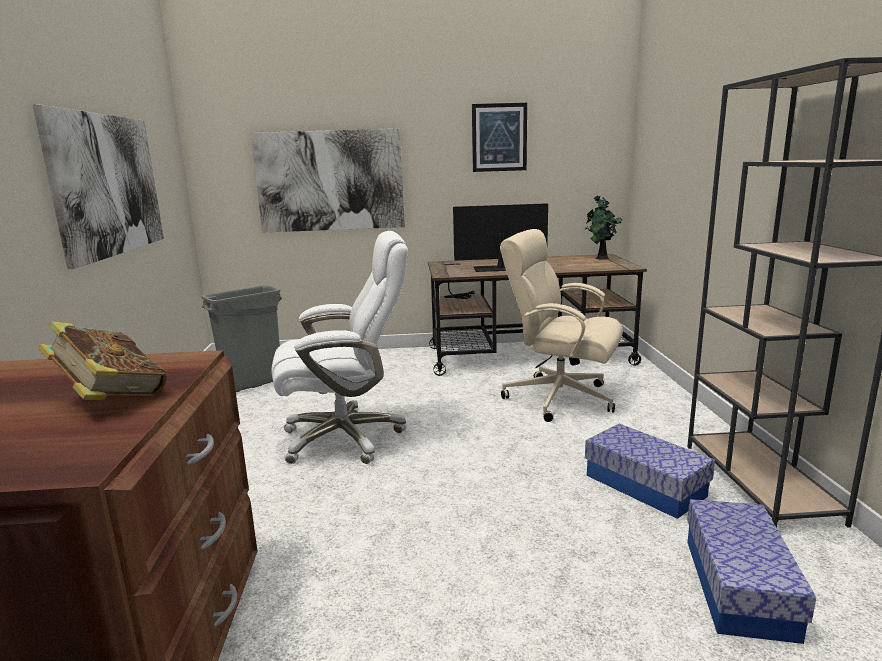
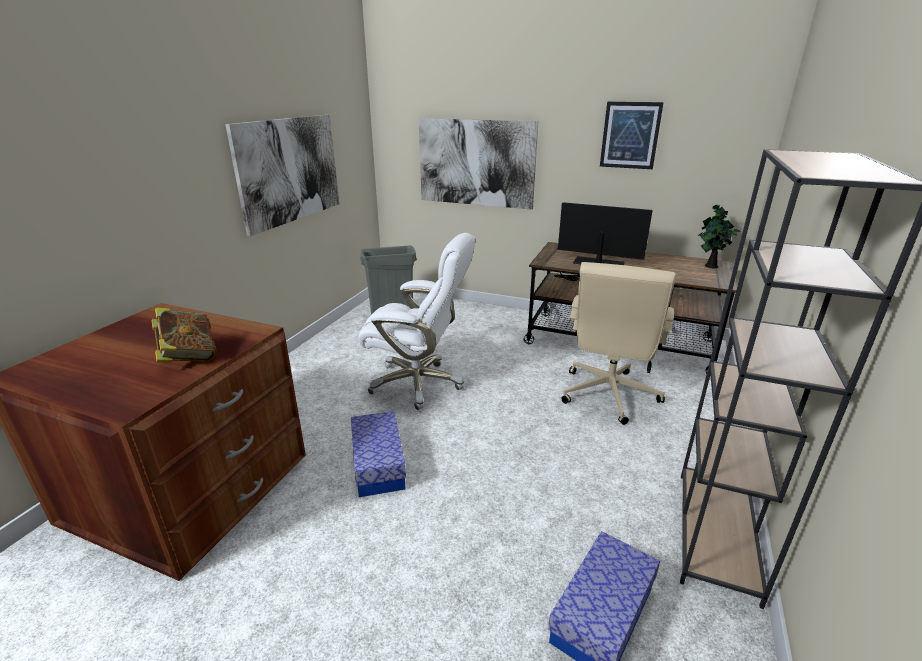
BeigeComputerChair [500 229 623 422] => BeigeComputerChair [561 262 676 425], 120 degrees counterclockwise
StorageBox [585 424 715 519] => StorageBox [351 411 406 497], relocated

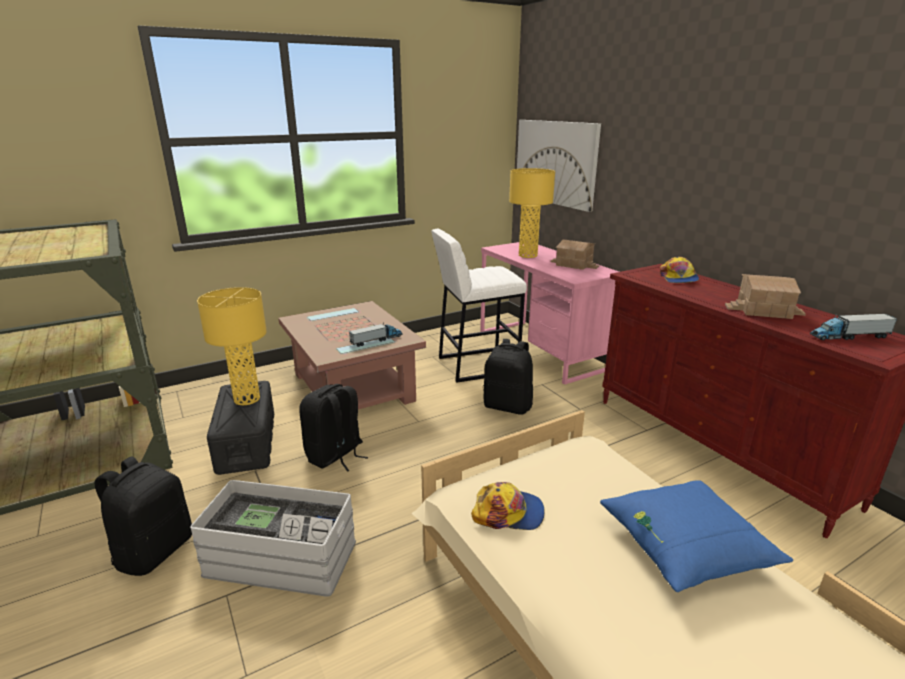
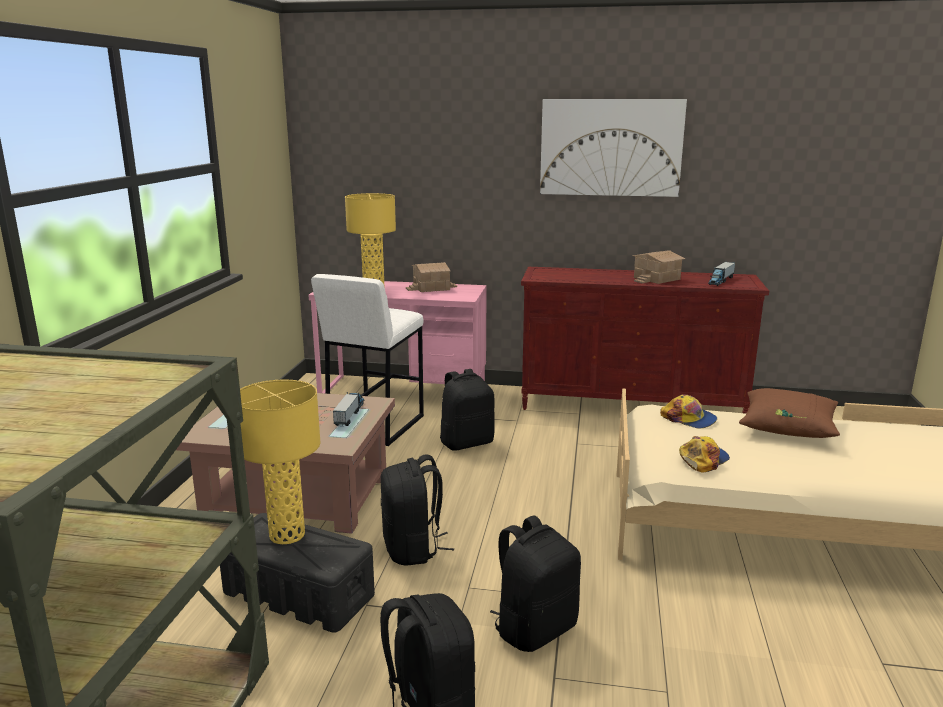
GreyishStorageBox [190 480 356 597] => BlackishBackpack [490 515 581 652]
WallArt [517 120 601 212] => WallArt [540 99 687 197], relocated
BlueColouredCushion [600 480 793 592] => BrownColouredCushion [739 388 840 438]
Cap [660 257 699 283] => Cap [660 394 717 428], relocated

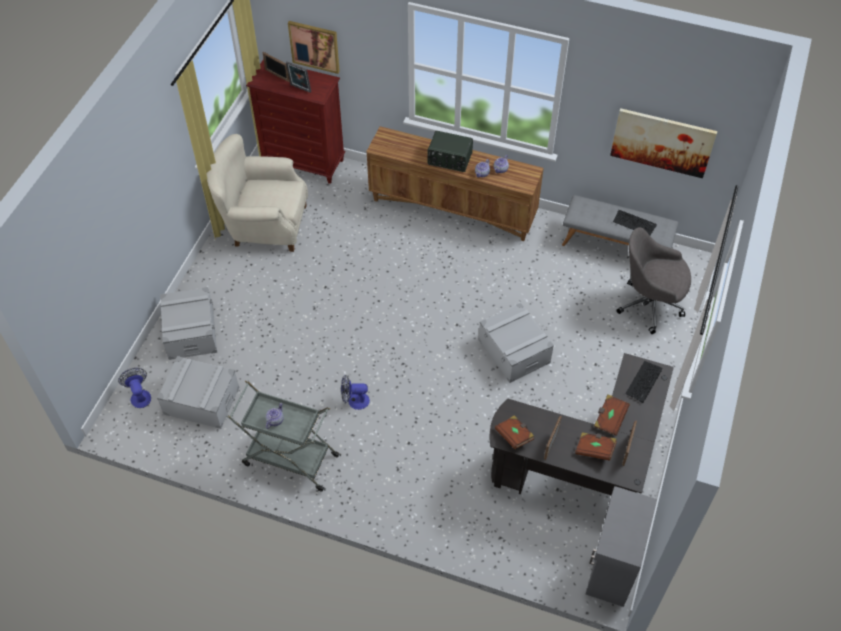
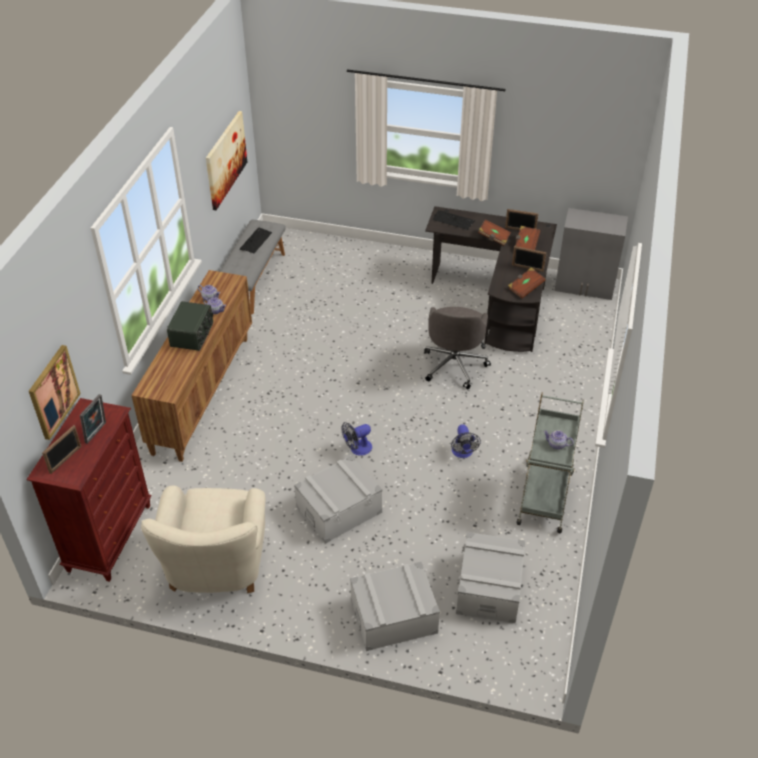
ElectricFan [118 368 151 408] => ElectricFan [341 422 372 456], relocated
GreyishStorageBox [478 303 554 383] => GreyishStorageBox [294 455 382 544], relocated
GreyishComputerChair [616 227 691 334] => GreyishComputerChair [424 307 491 390], relocated

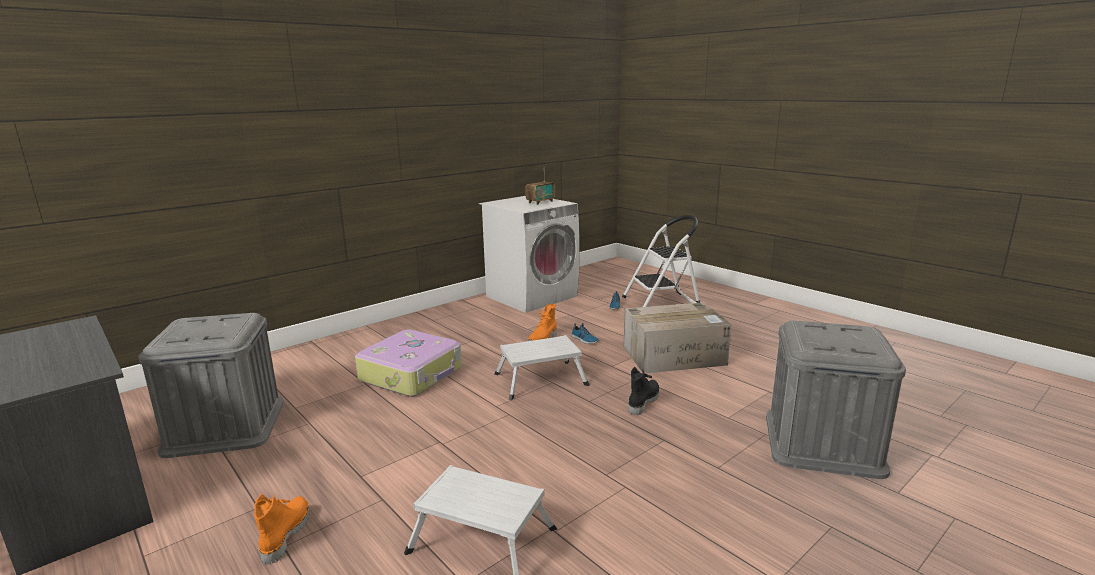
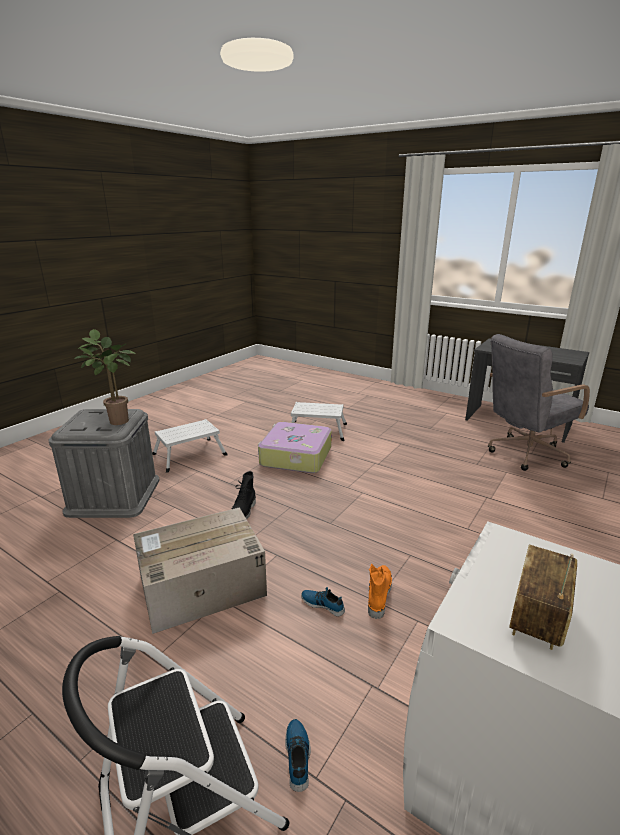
GreyishStorageBox [138 313 284 458] => GreyishComputerChair [488 334 590 471]
OrangeColouredHighTopBoot [254 494 310 564] => nothing
PieceOfLuggage [355 330 462 397] => PieceOfLuggage [258 422 332 473], relocated
WhitishStepStool [494 335 590 400] => WhitishStepStool [152 419 228 473], relocated
nothing => PottedPlant [74 329 136 425]

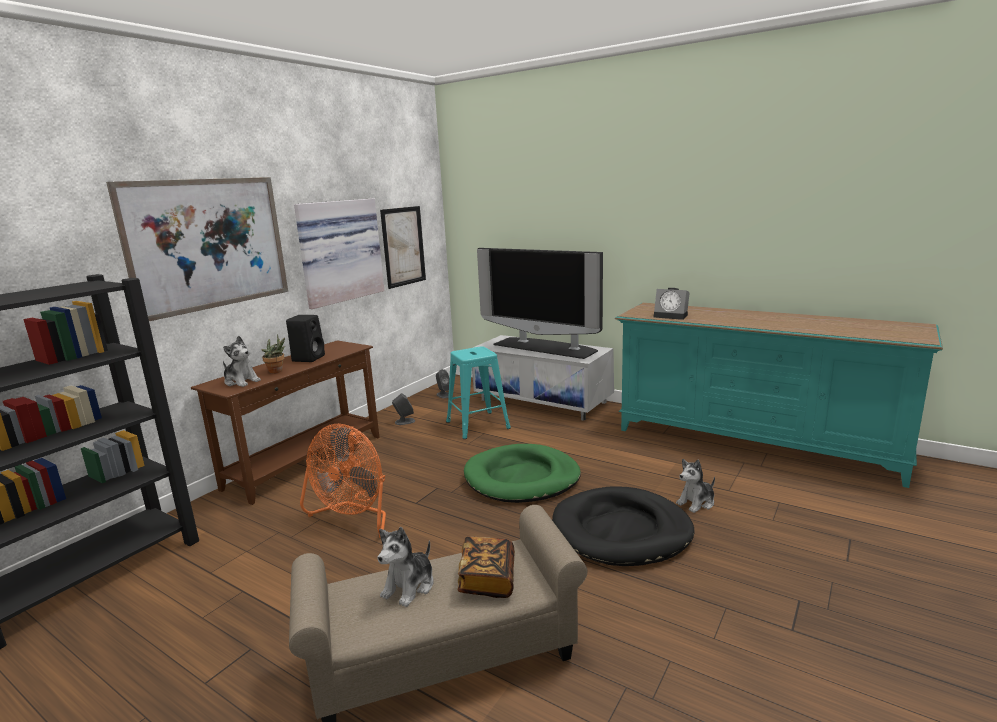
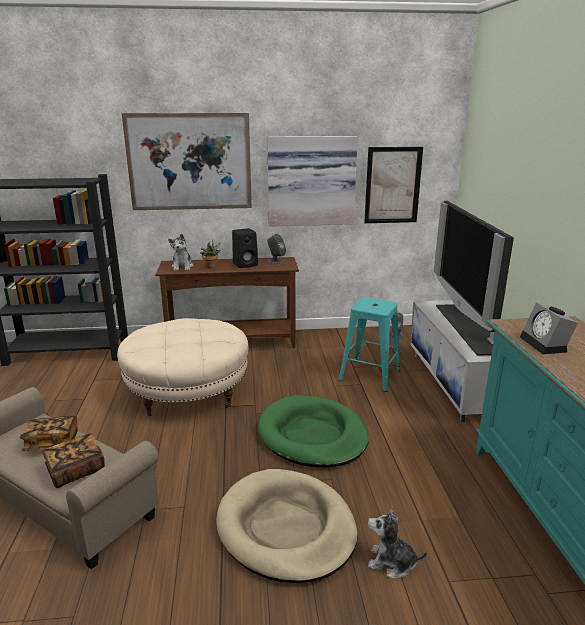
OrangeColouredElectricFan [300 424 386 538] => BeigePouffe [117 318 248 416]
PlushToy [378 527 433 607] => Book [20 416 78 451]
GreyishSpeaker [392 393 415 425] => GreyishSpeaker [267 234 286 264], relocated
BlackishDogBed [552 487 695 566] => BeigeDogBed [216 469 357 583]

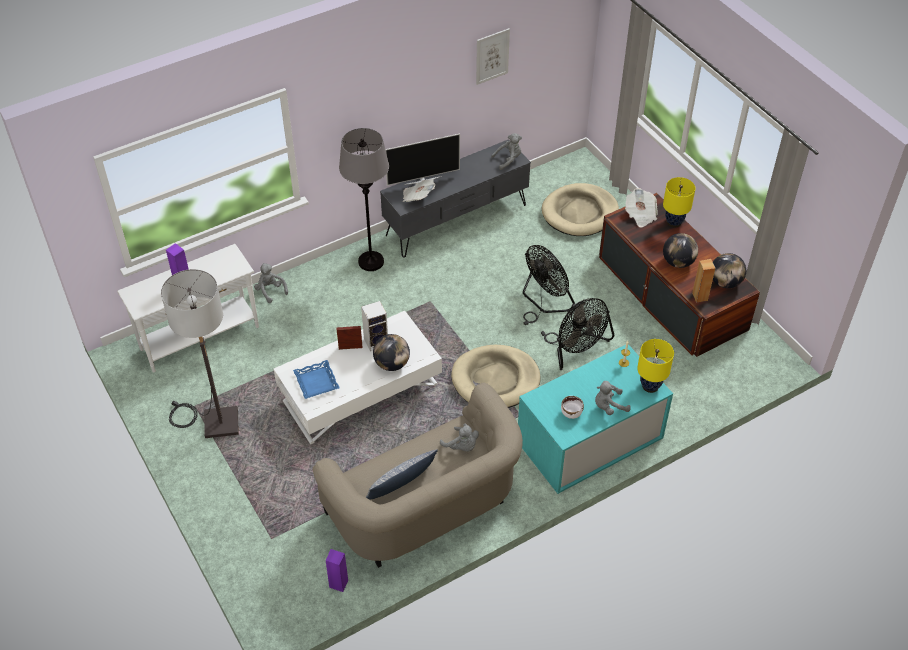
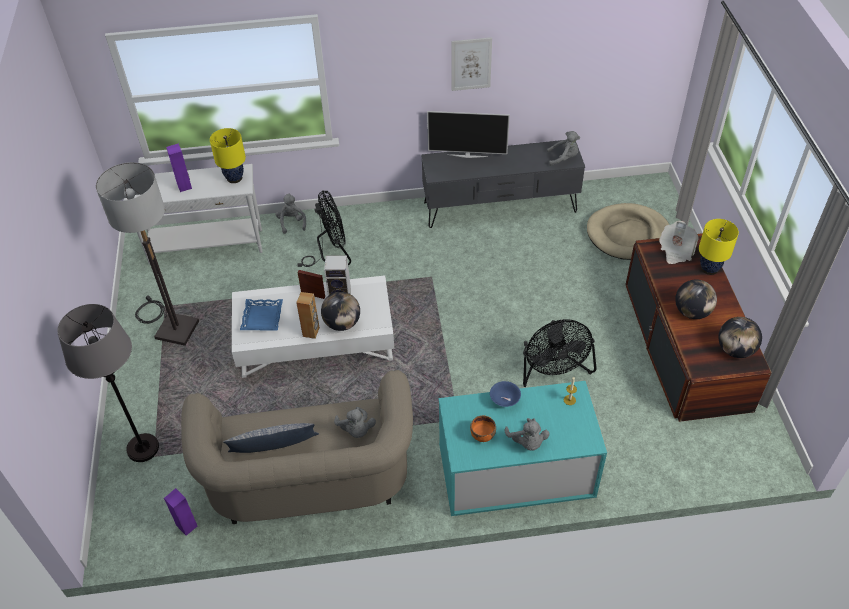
GreyishStandingLamp [339 128 389 271] => GreyishStandingLamp [57 304 159 462], relocated
DailyPaper [403 179 435 202] => nothing
BeigeDogBed [451 345 541 408] => nothing
WallArt [476 28 510 85] => WallArt [451 37 492 91], relocated
BlackishElectricFan [523 245 575 325] => BlackishElectricFan [296 190 351 267], relocated
WhitishServingBowl [561 396 584 419] => OrangeColouredServingBowl [470 415 496 442]
GreyishPlushToy [595 381 630 415] => GreyishPlushToy [505 418 550 451], 120 degrees counterclockwise
YellowColouredTableLamp [637 339 674 393] => YellowColouredTableLamp [210 128 246 183], relocated
BrownColouredSpeaker [692 259 715 303] => BrownColouredSpeaker [296 292 320 339], relocated
nothing => BlueColouredServingBowl [490 381 521 407]

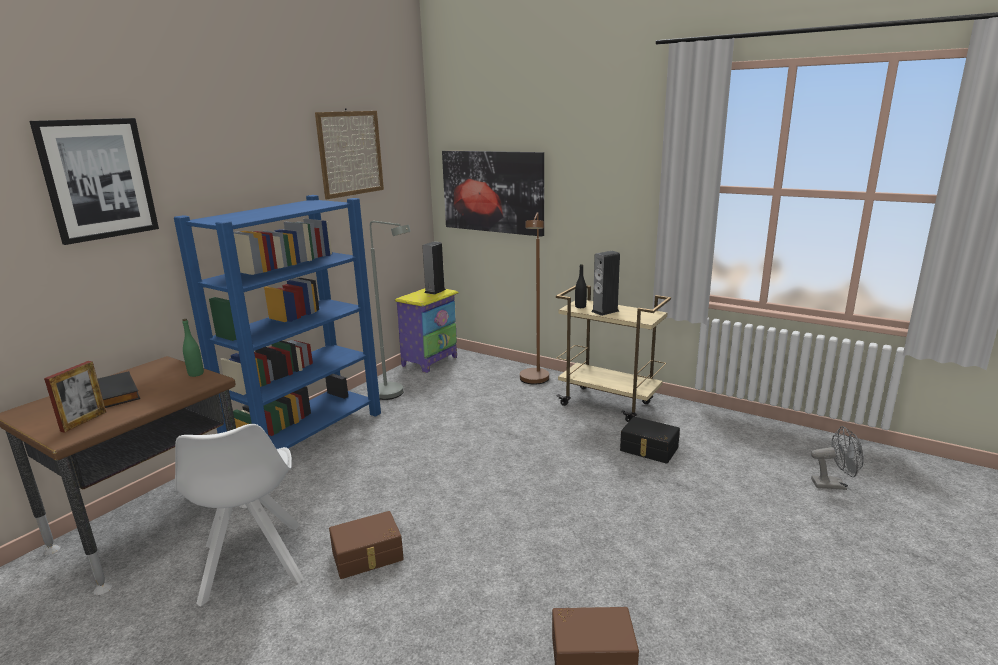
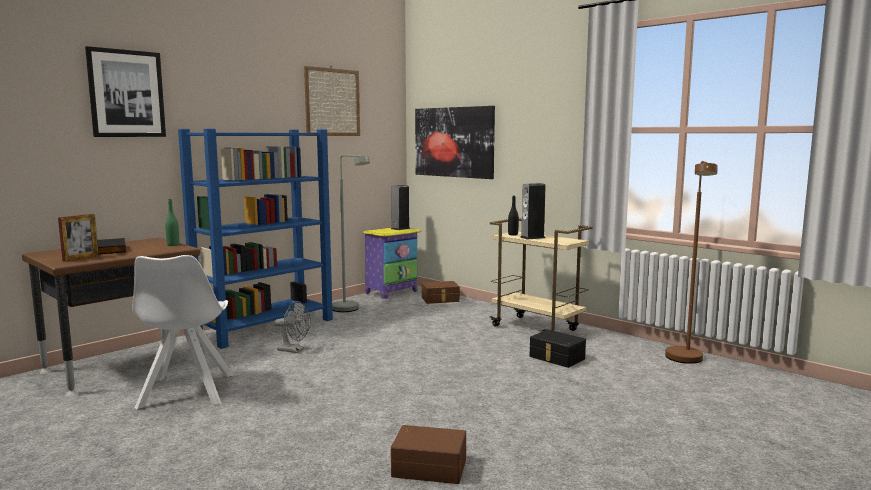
BrownColouredStorageBox [329 511 404 579] => BrownColouredStorageBox [422 281 460 304], relocated
BrownColouredStandingLamp [520 212 549 384] => BrownColouredStandingLamp [665 161 718 364], relocated
GreyishElectricFan [811 426 864 490] => GreyishElectricFan [274 301 311 353], relocated

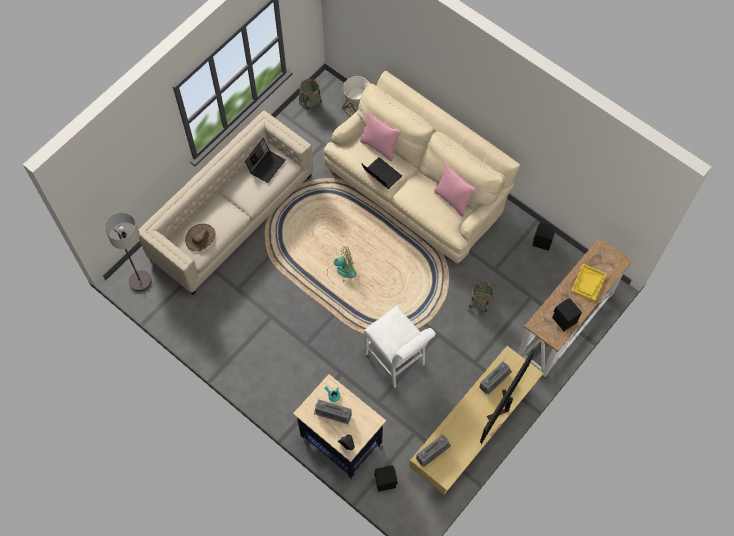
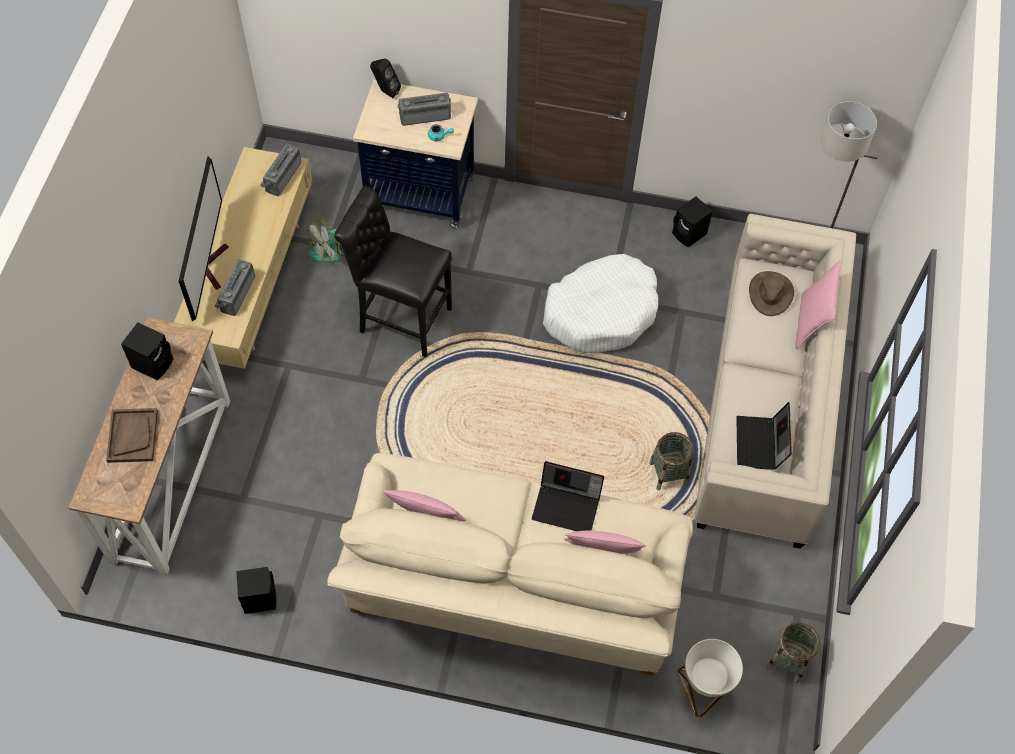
ElectricFan [327 246 356 283] => ElectricFan [307 219 345 263], relocated
WhitishStoolSeat [364 306 436 388] => BlackishStoolSeat [334 186 452 357]
BlackishSpeaker [375 465 398 492] => BlackishSpeaker [672 196 713 248], relocated
StorageBasket [468 282 493 315] => StorageBasket [649 432 694 490], relocated
YellowColouredTray [571 264 607 302] => BrownColouredTray [106 408 158 463]
nothing => WhitishDogBed [543 254 658 353]
nothing => PinkCushion [795 261 841 349]

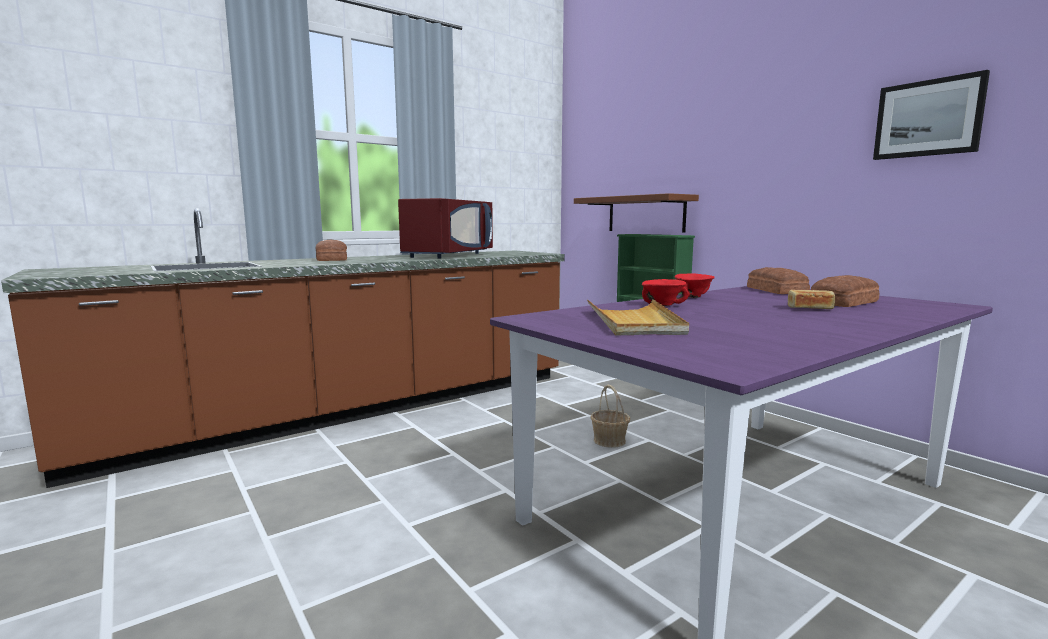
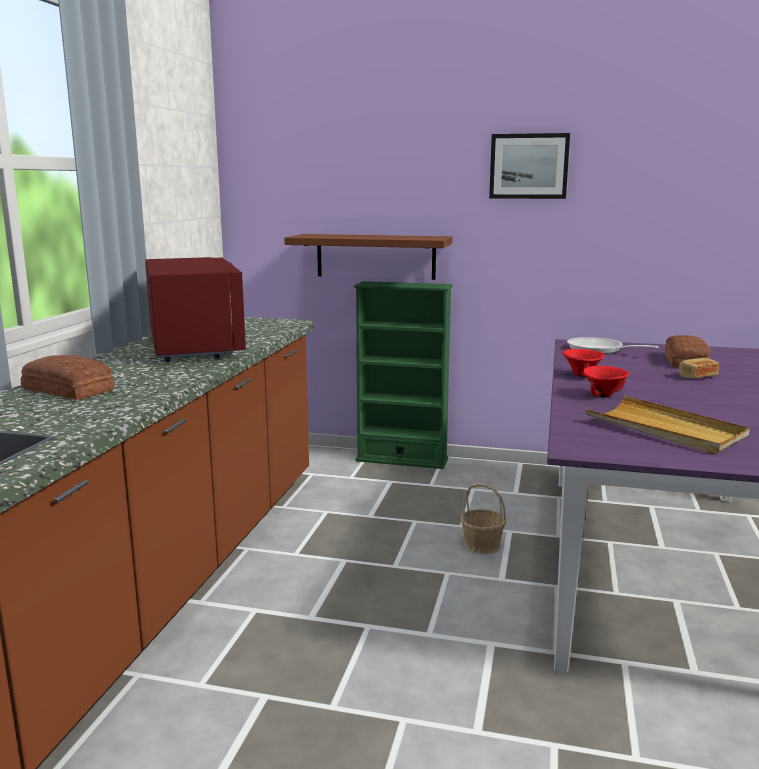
BakedBread [747 267 810 294] => Pan [567 337 658 354]
WallArt [873 70 990 160] => WallArt [489 133 570 199], relocated

